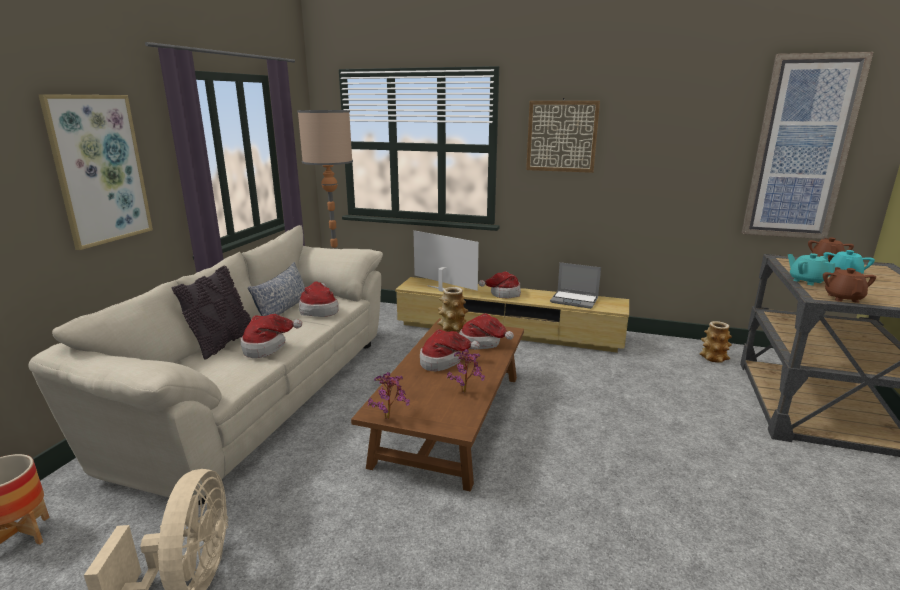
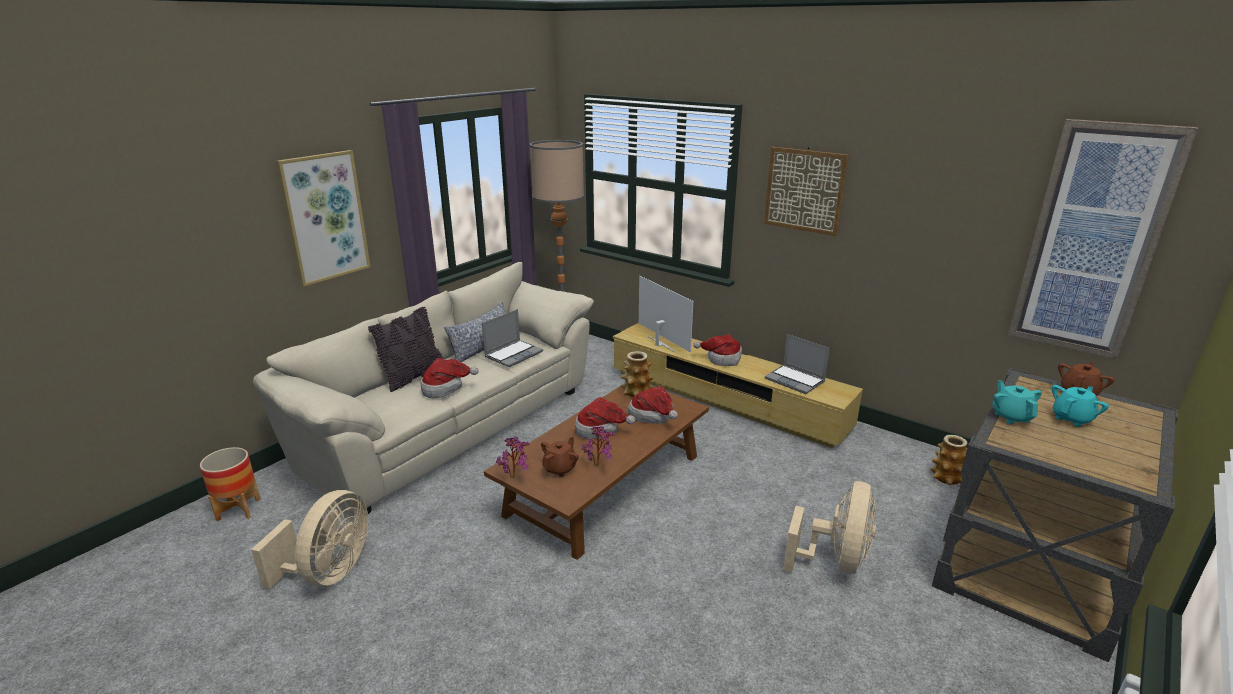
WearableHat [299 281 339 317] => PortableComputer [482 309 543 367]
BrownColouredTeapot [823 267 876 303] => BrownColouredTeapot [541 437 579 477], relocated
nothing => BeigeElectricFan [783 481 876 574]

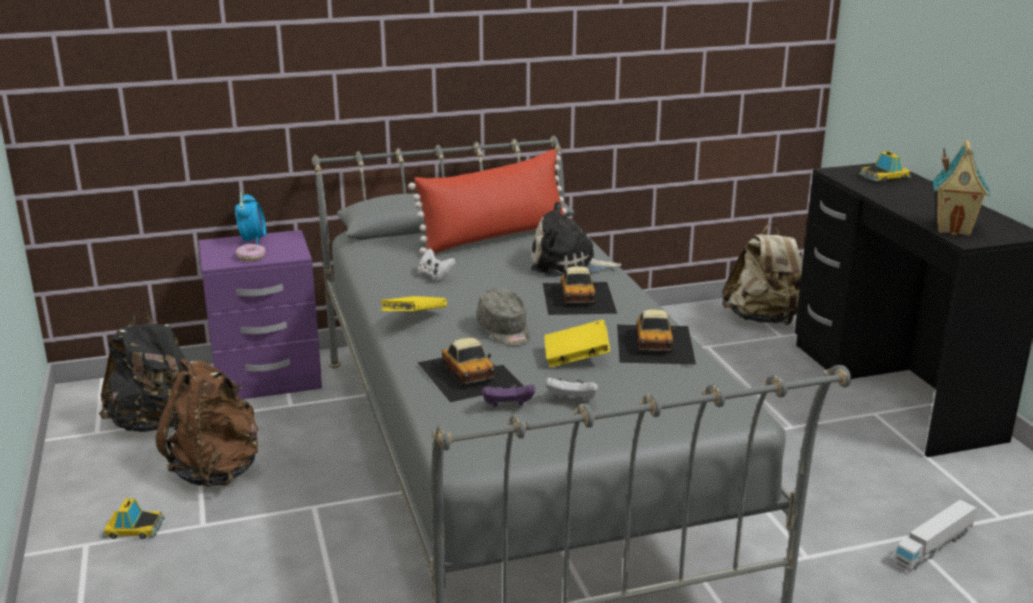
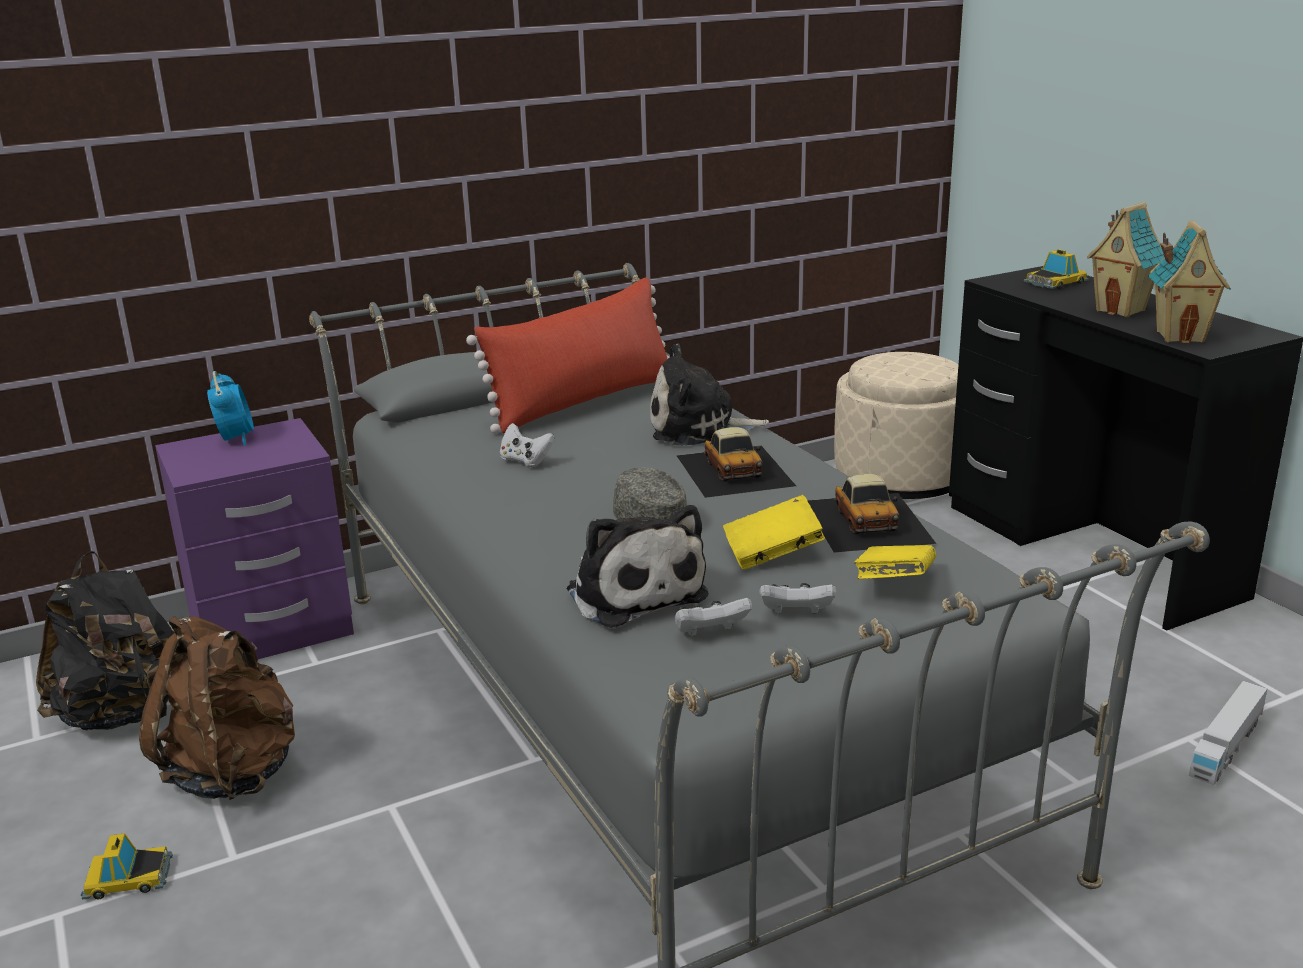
Donut [236 244 265 261] => nothing
YellowColouredBook [380 296 447 311] => YellowColouredBook [854 545 936 579], relocated
MiniatureCar [417 338 523 402] => PlushToy [567 505 709 628]
PurpleColouredGamepad [482 385 535 407] => WhitishGamepad [675 598 752 636]
BeigeBackpack [722 222 803 325] => BeigePouffe [834 352 958 499]
nothing => MiniatureHouse [1087 202 1164 317]

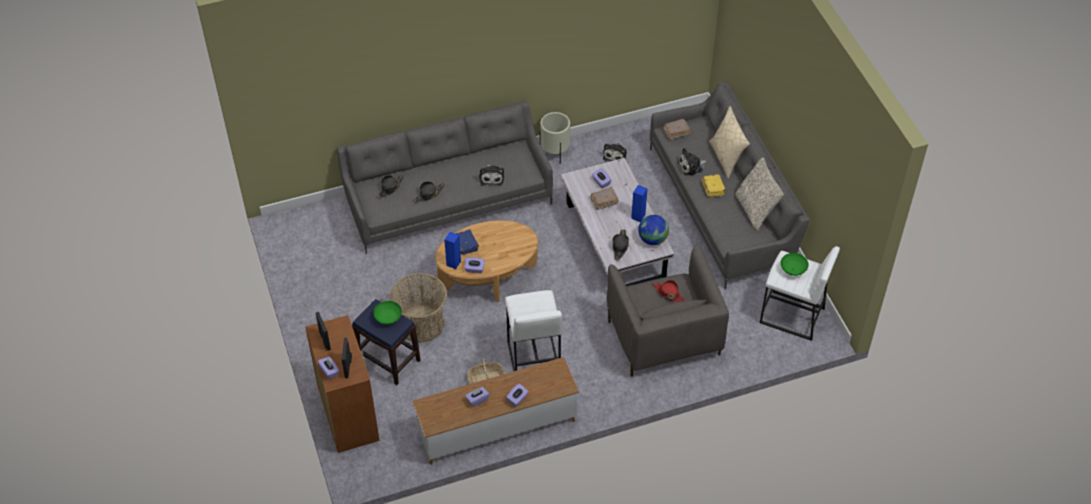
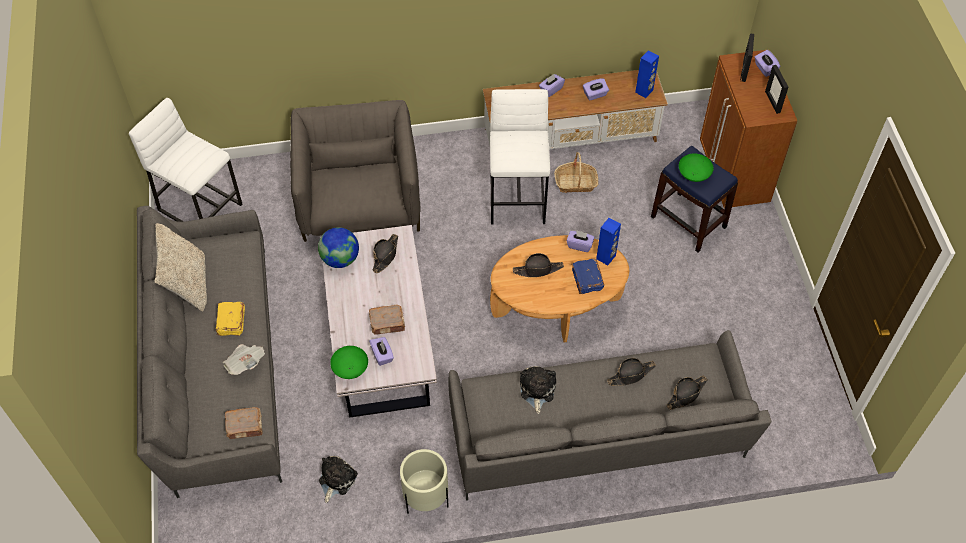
StorageBasket [390 273 447 343] => nothing
BlueColouredSpeaker [631 185 647 222] => BlueColouredSpeaker [635 50 659 98], relocated
RedColouredWearableHat [653 280 686 302] => nothing
PlushToy [678 148 707 176] => DailyPaper [223 344 265 375]
BeigeCushion [709 106 750 179] => nothing
GreenColouredServingBowl [781 253 809 276] => GreenColouredServingBowl [330 346 368 379], relocated
nothing => BlackishWearableHat [513 253 564 277]

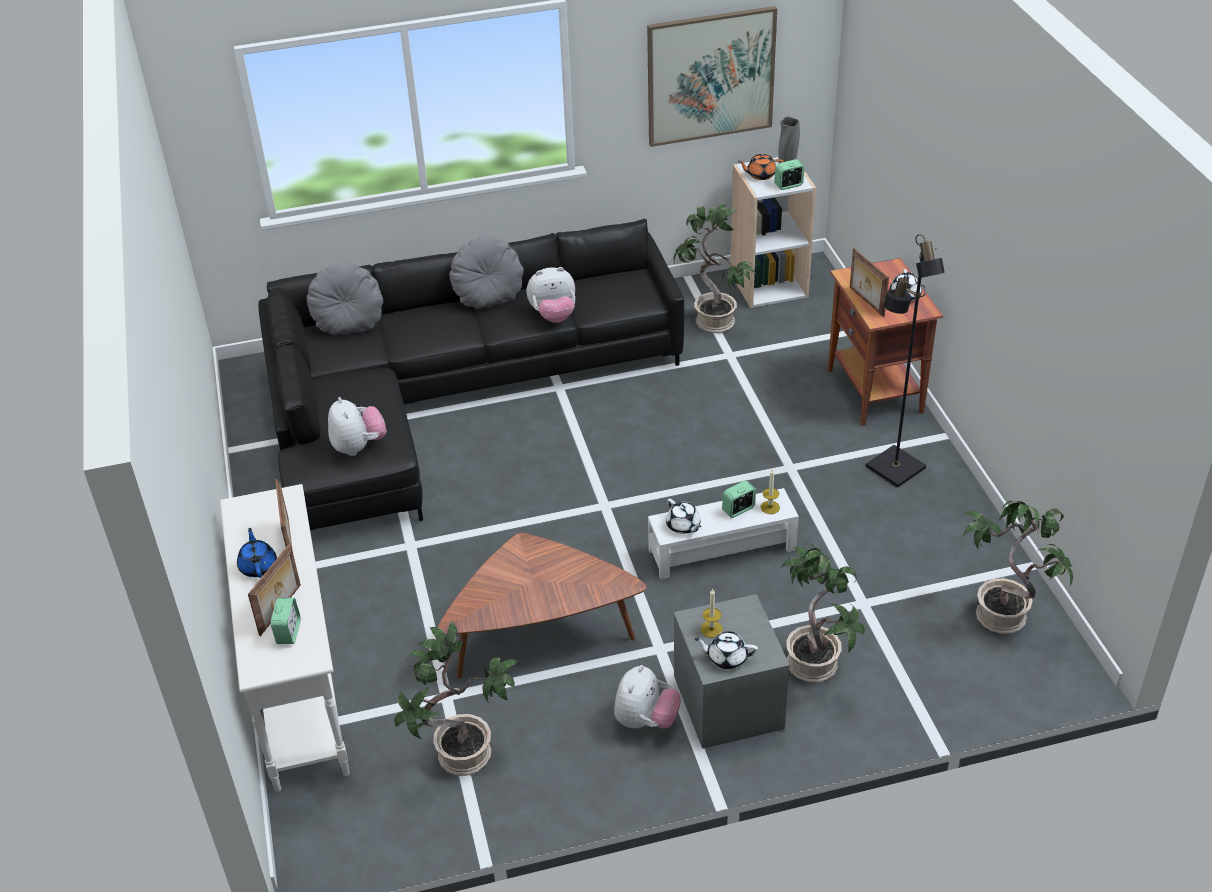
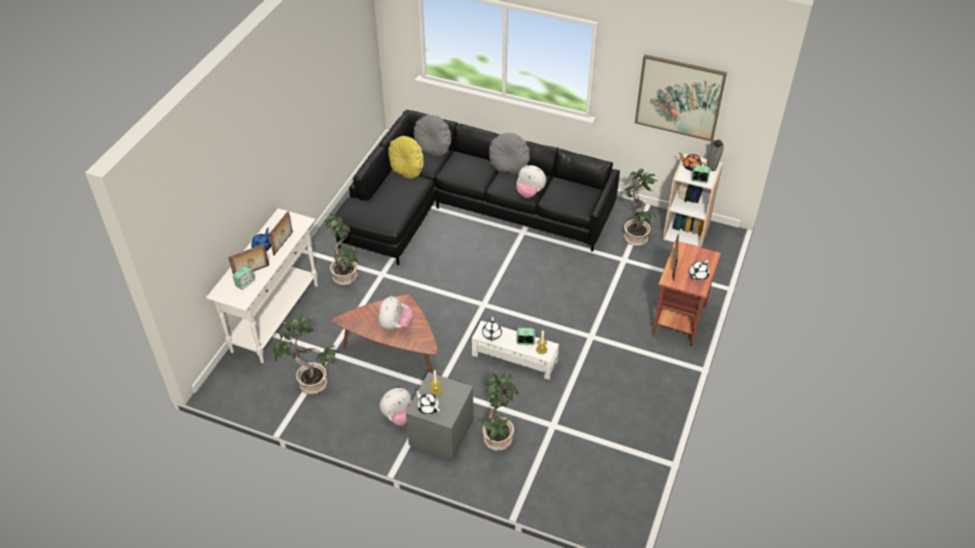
PlushToy [328 397 387 456] => PlushToy [378 296 414 330], relocated
BlackishStandingLamp [866 234 945 488] => nothing
PottedPlant [961 501 1073 634] => PottedPlant [323 214 358 285], relocated
nothing => YellowColouredCushion [388 136 424 179]

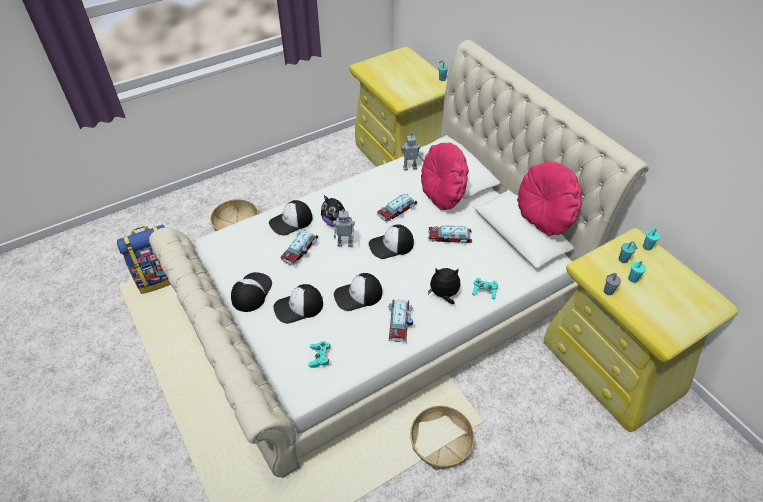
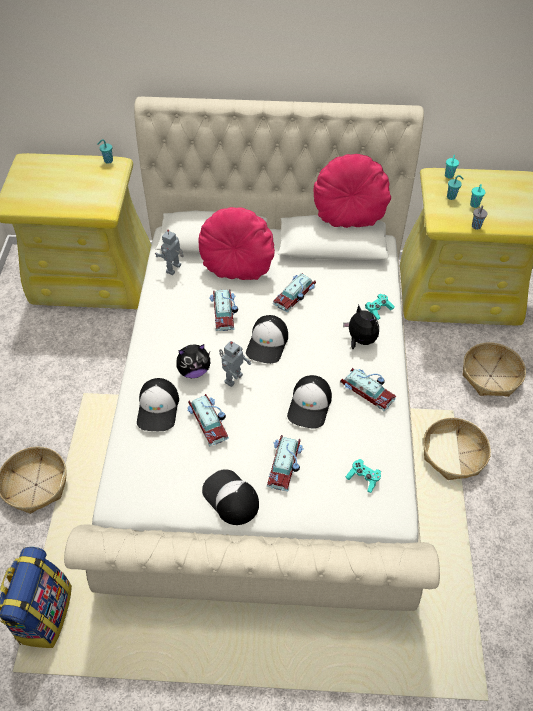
Cap [274 284 323 324] => MiniatureCar [267 435 304 491]
PlushToy [428 268 460 304] => PlushToy [343 305 379 349], 105 degrees clockwise
nothing => StorageBasket [462 342 526 397]

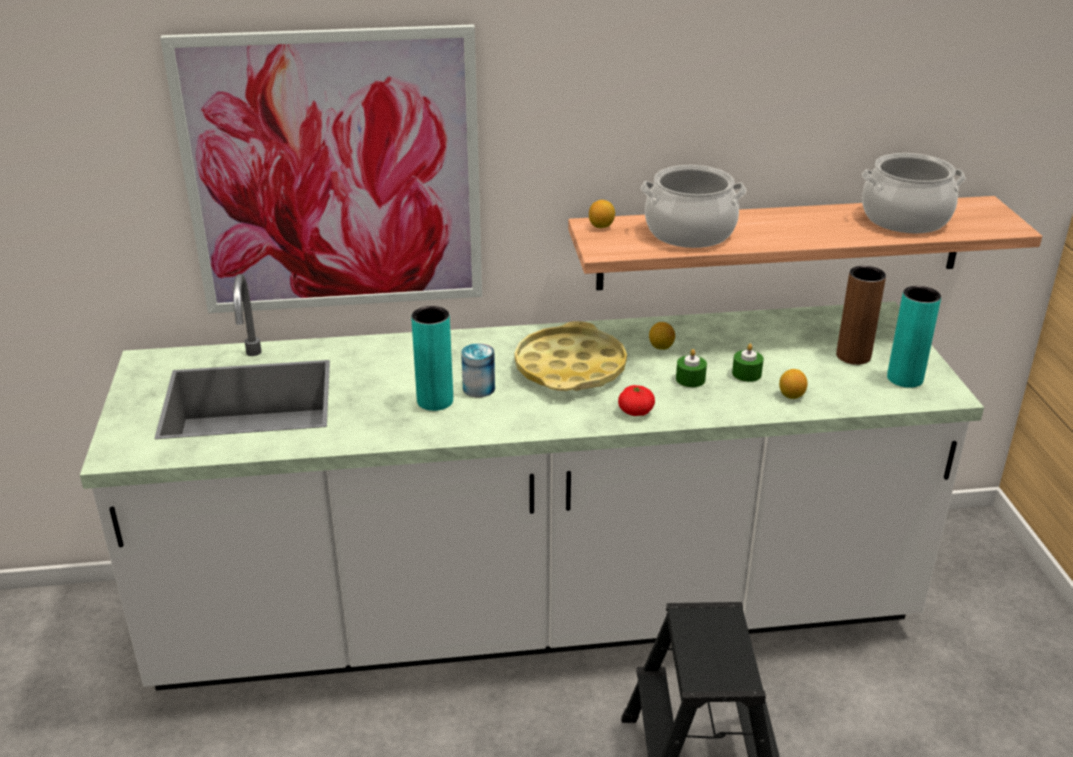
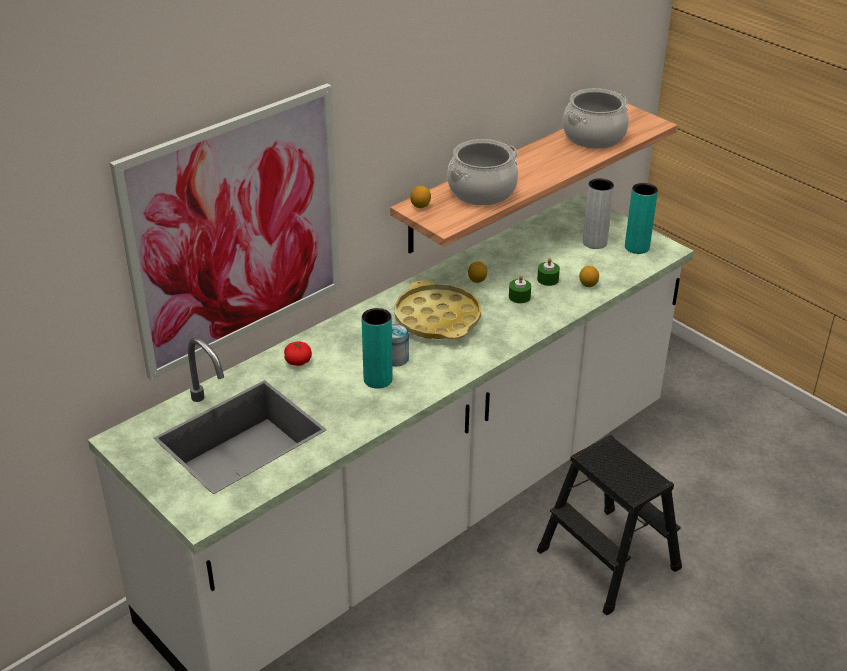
Tomato [618 385 655 416] => Tomato [284 341 312 366], relocated
BrownColouredVase [836 266 886 365] => GreyishVase [583 178 614 249]

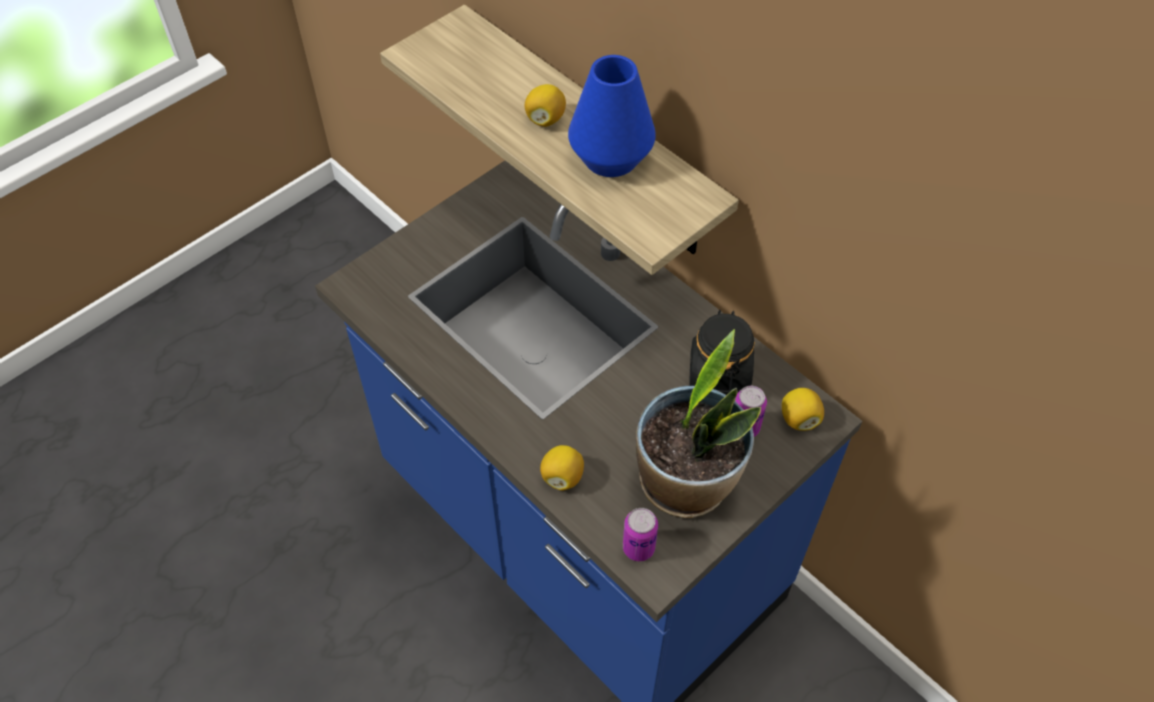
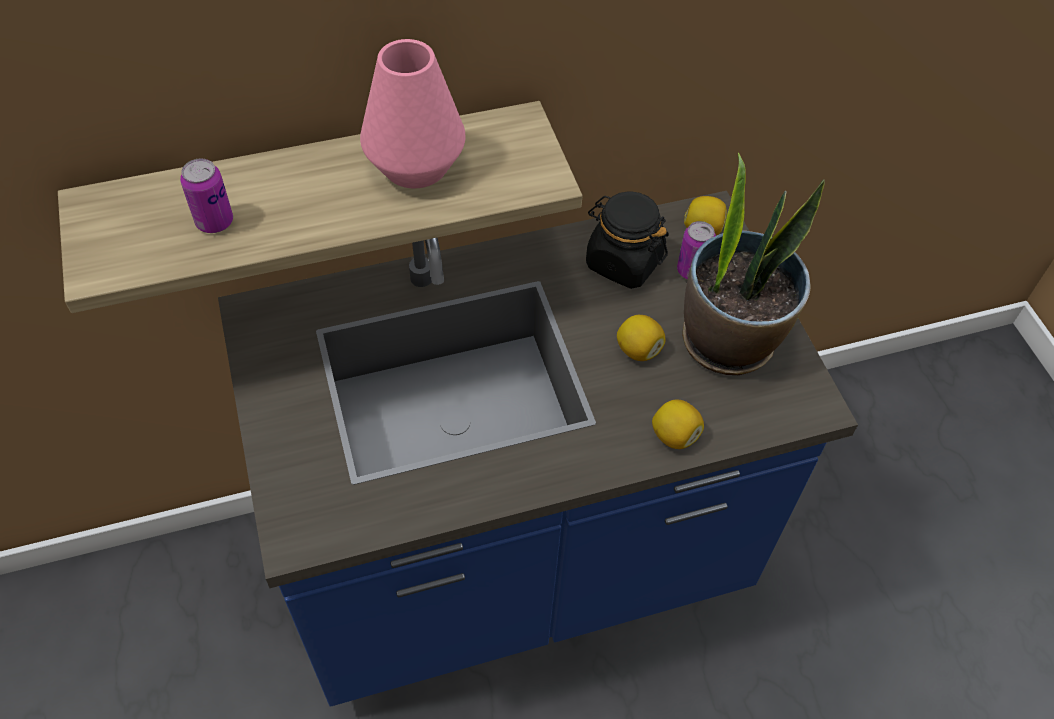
Lemon [525 84 566 127] => Lemon [617 315 666 361], relocated
BlueColouredVase [568 55 656 177] => PinkVase [360 39 466 188]
Can [623 508 658 561] => Can [180 158 233 233], relocated

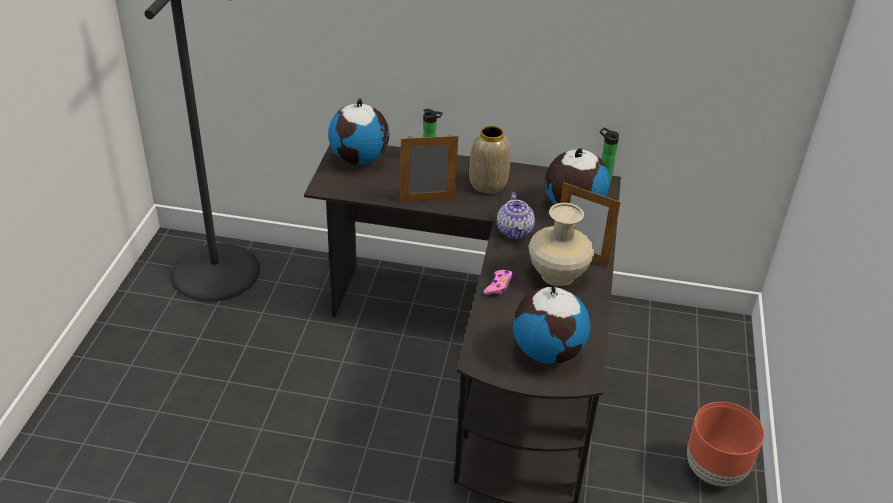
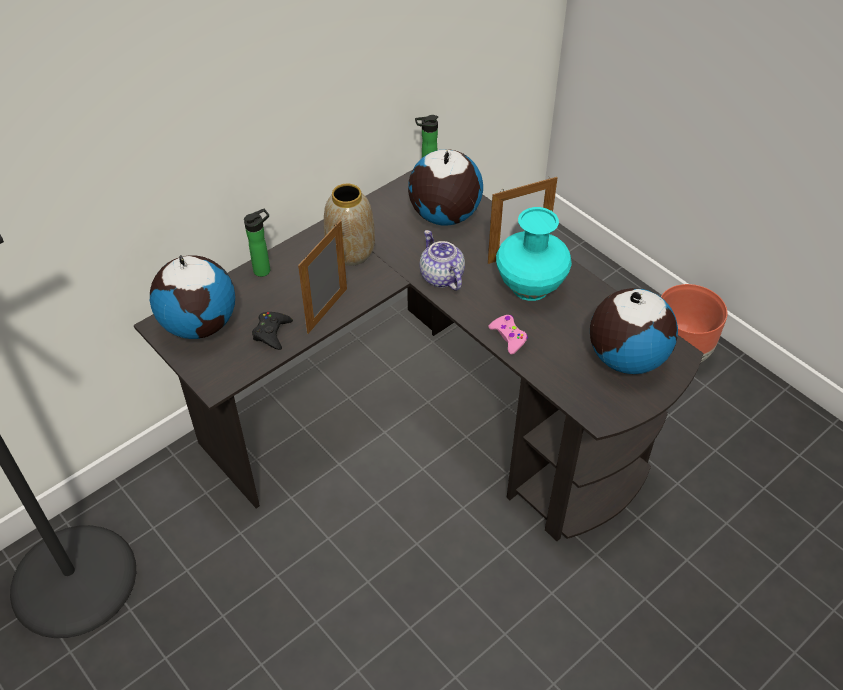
Teapot [497 192 535 240] => Teapot [420 230 465 291], 150 degrees counterclockwise
BeigeVase [528 203 594 286] => TurquoiseVase [496 207 572 301]
nothing => BlackishGamepad [252 312 293 350]

